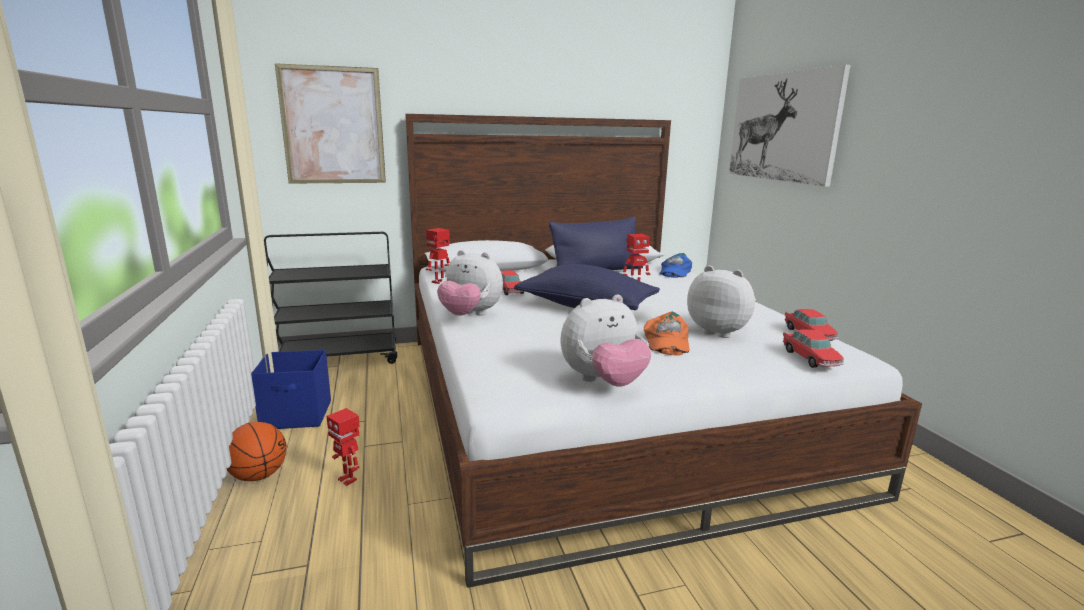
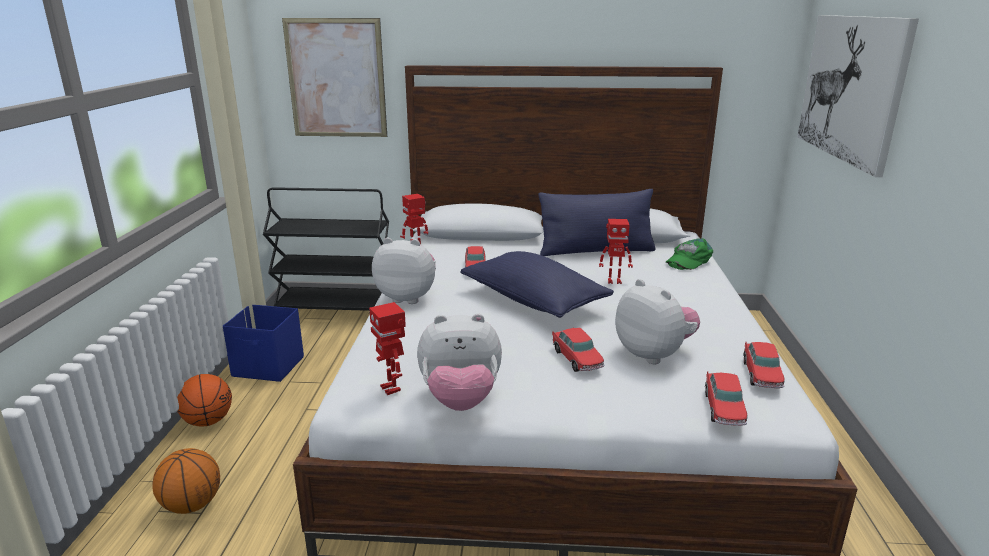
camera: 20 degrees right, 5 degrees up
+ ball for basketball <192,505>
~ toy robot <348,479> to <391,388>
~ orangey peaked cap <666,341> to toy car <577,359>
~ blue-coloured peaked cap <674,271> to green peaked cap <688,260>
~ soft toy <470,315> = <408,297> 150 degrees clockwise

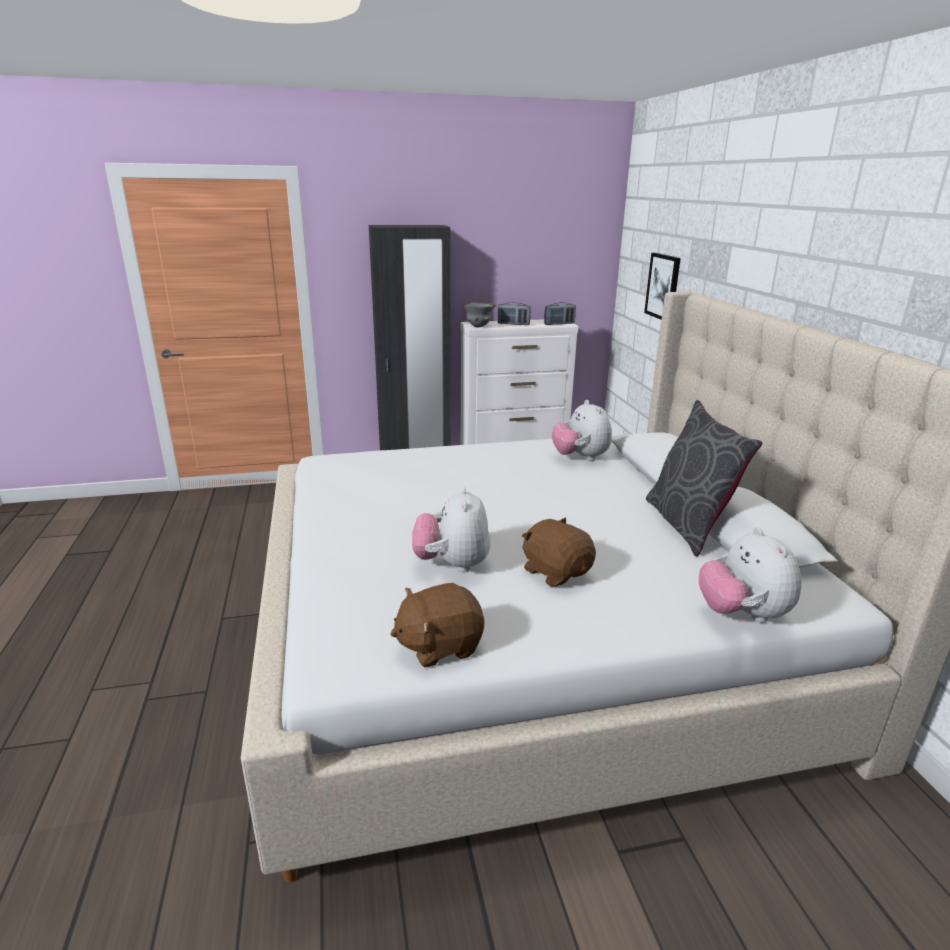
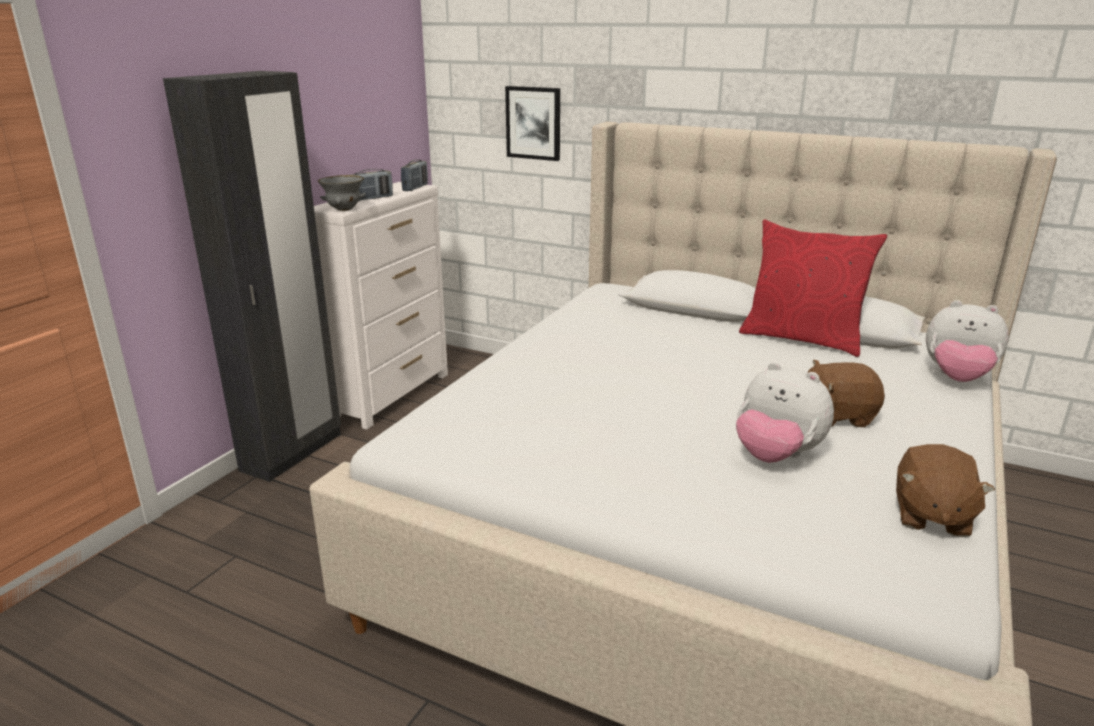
camera: 50 degrees left, 0 degrees up
- soft toy <580,457>
~ gray throw pillow <688,525> to red-coloured throw pillow <802,338>

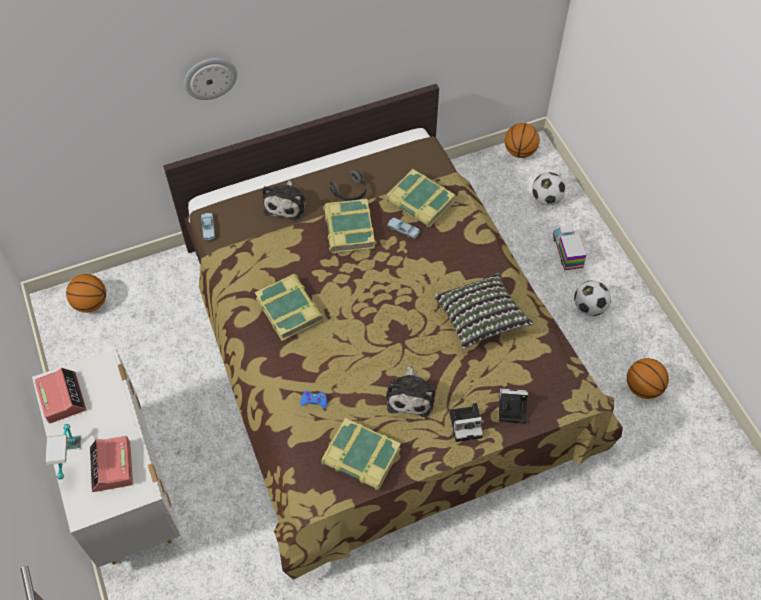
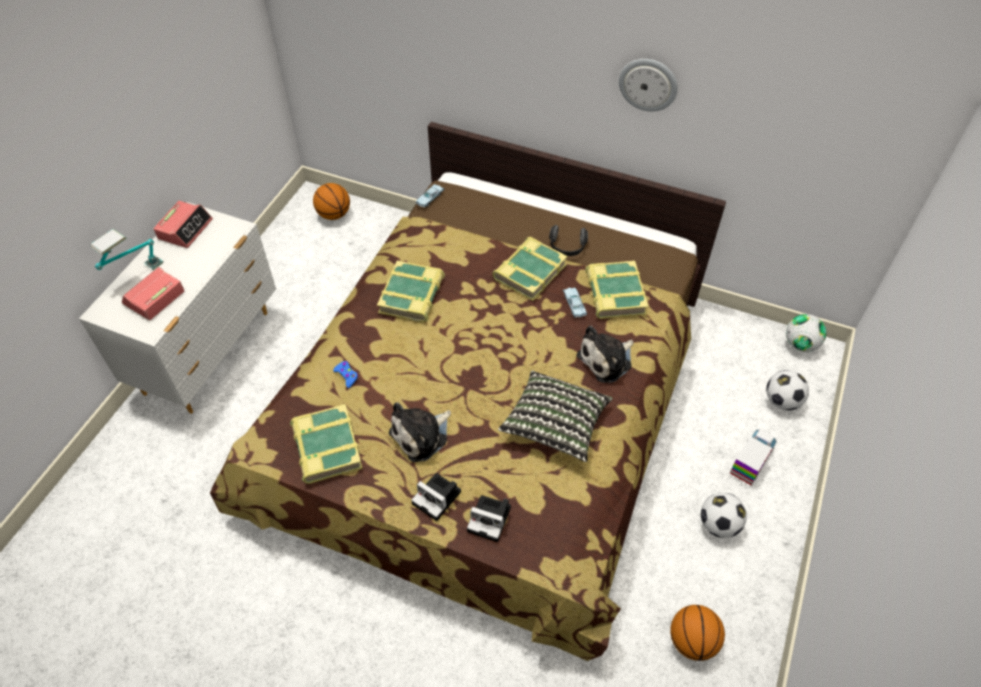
camera: 45 degrees right, 5 degrees down
~ wall clock <210,77> to <648,84>
~ soft toy <286,204> to <607,360>
~ ball for basketball <520,152> to football <800,344>
~ photo camera <510,408> = <491,519> 150 degrees clockwise

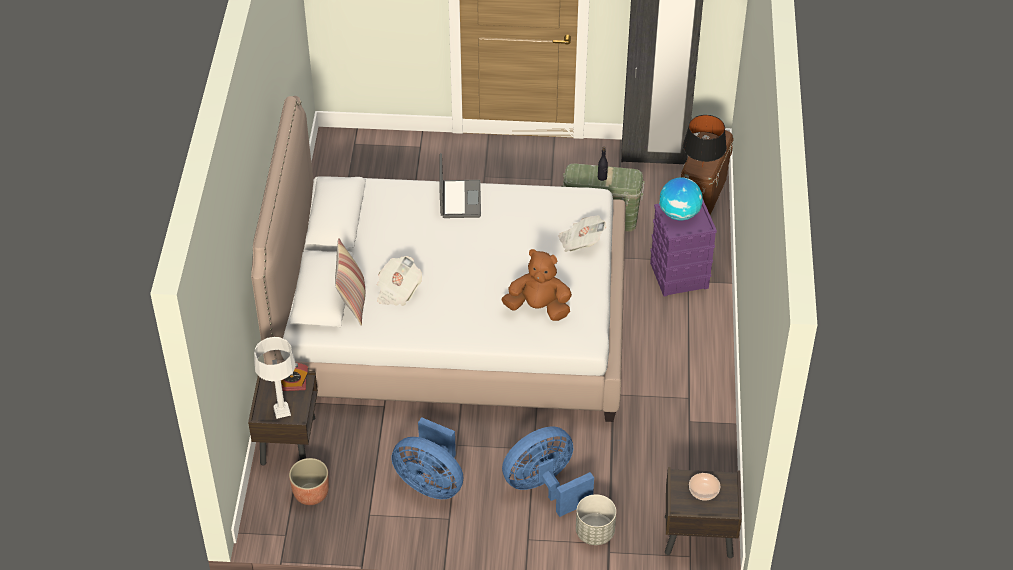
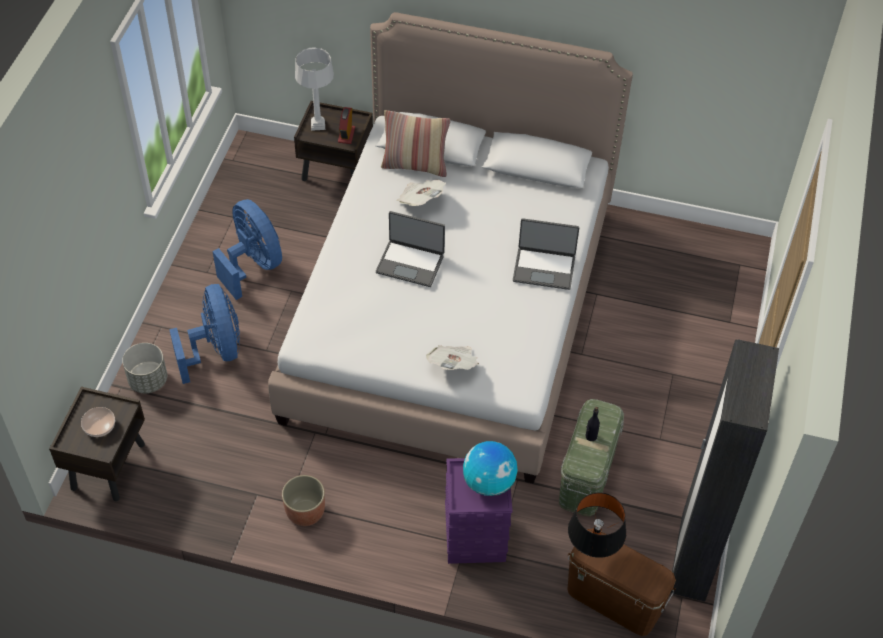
camera: 100 degrees right, 5 degrees up
- brown-coloured soft toy <538,308>
+ notebook computer <410,263>
~ planter <311,494> to <305,512>
~ blue-coloured cooling fan <431,482> = <253,265> 105 degrees clockwise

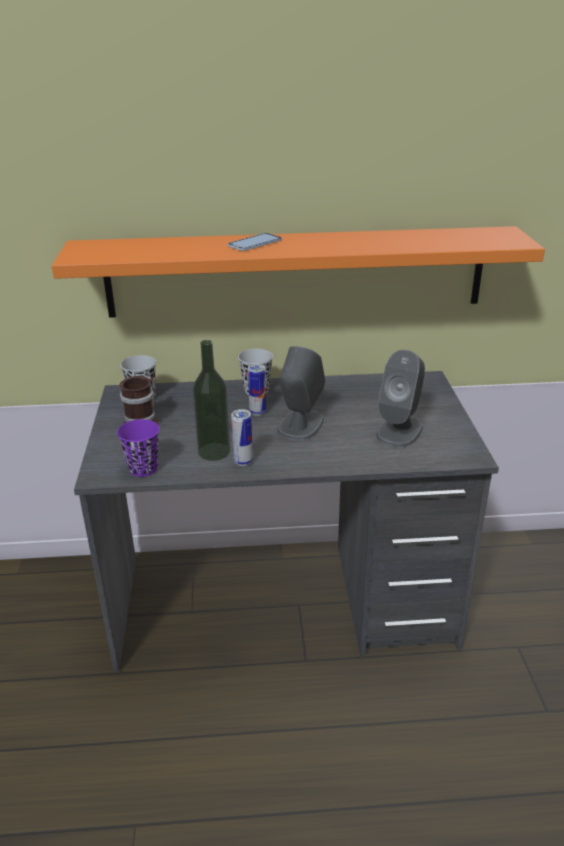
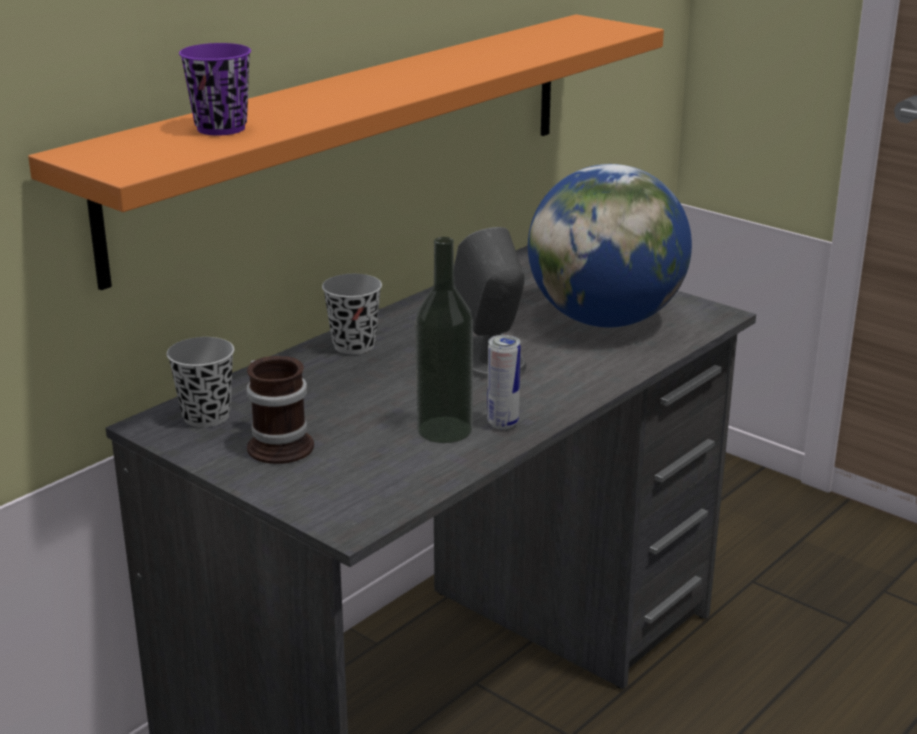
camera: 45 degrees left, 5 degrees down
- handset <255,243>
- sealed can <258,412>
~ purple drinking cup <143,468> to <221,128>
~ gray loudspeaker <399,431> to globe <605,320>

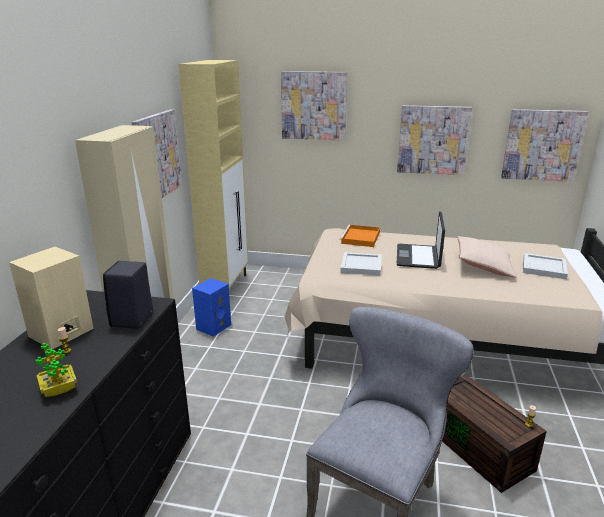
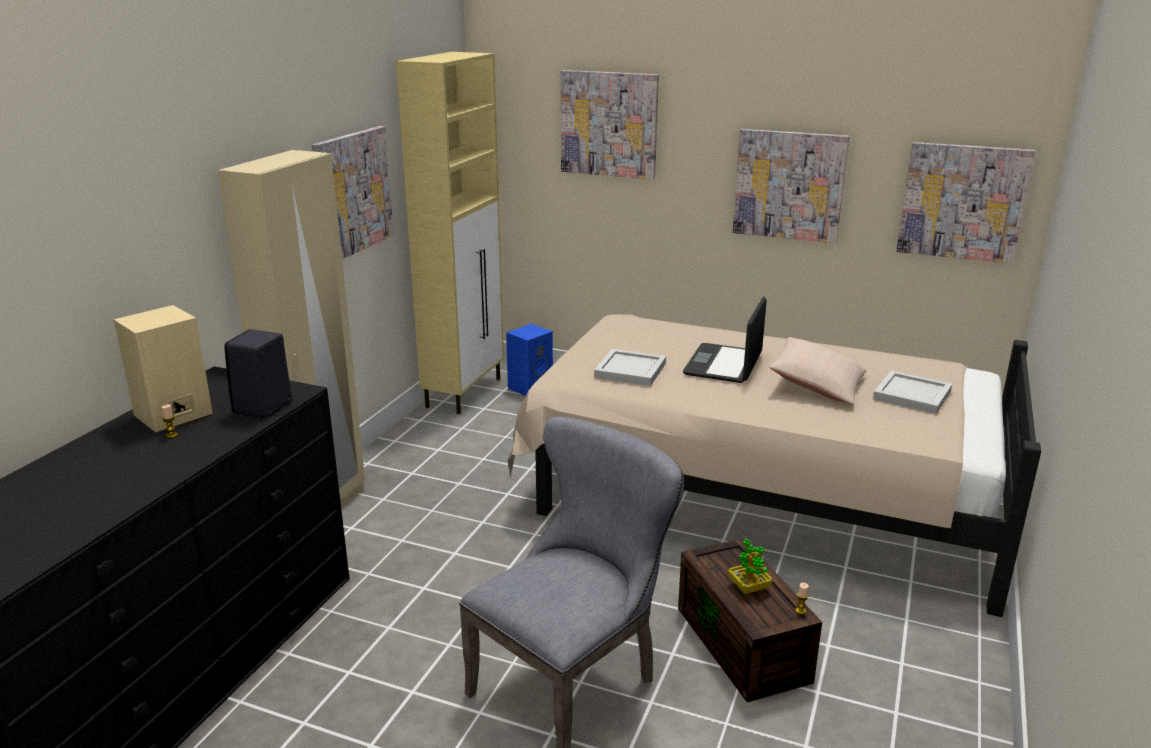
camera: 10 degrees right, 0 degrees up
- orangey carrying tray <360,238>
~ houseplant <59,390> to <748,588>
~ blue-coloured loudspeaker <214,326> to <530,387>

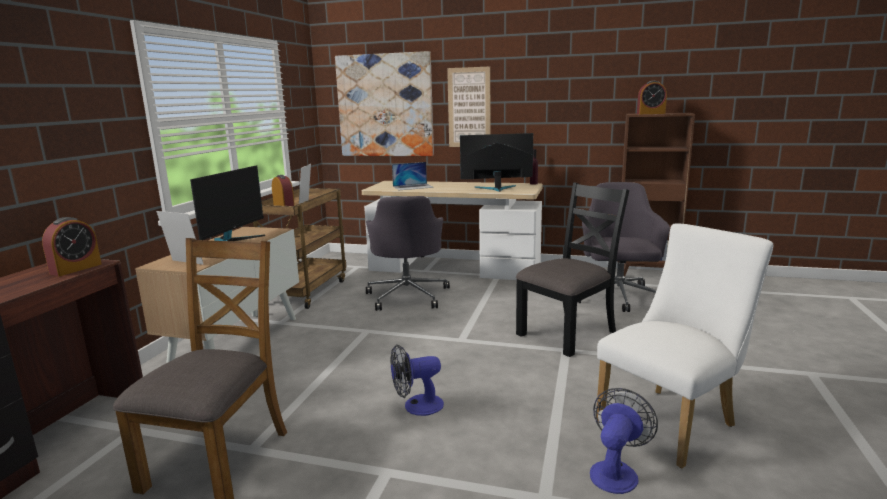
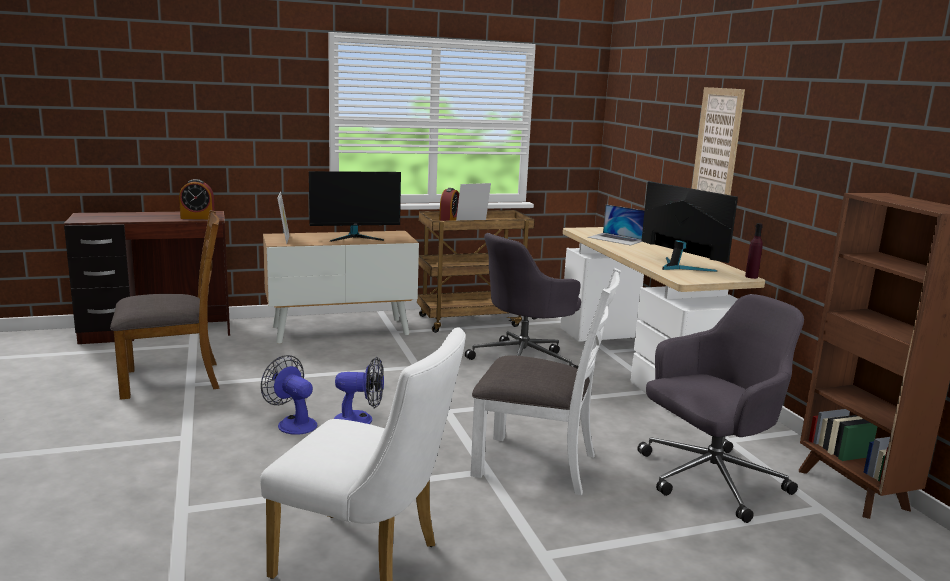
camera: 55 degrees right, 0 degrees up
- picture <385,105>
- bedside clock <650,113>
~ cooling fan <616,471> to <360,420>
~ blackish plain chair <568,333> to white-coloured plain chair <536,464>

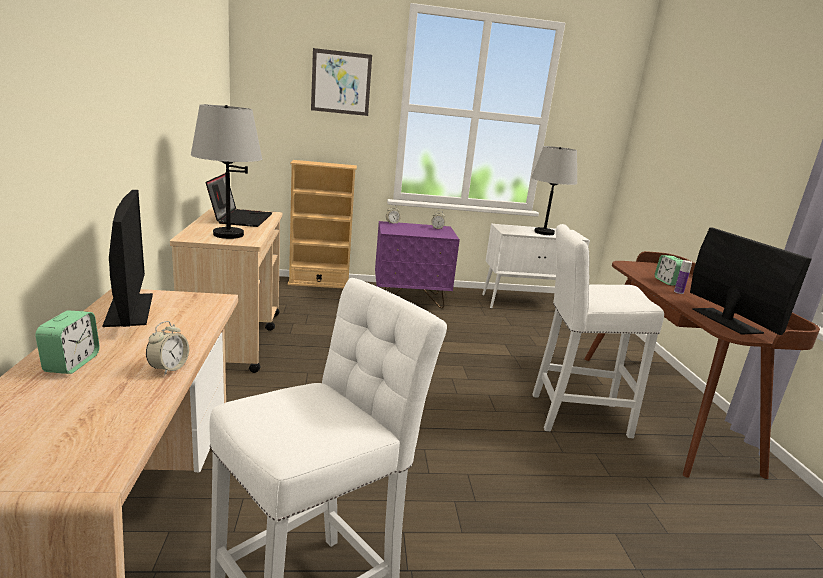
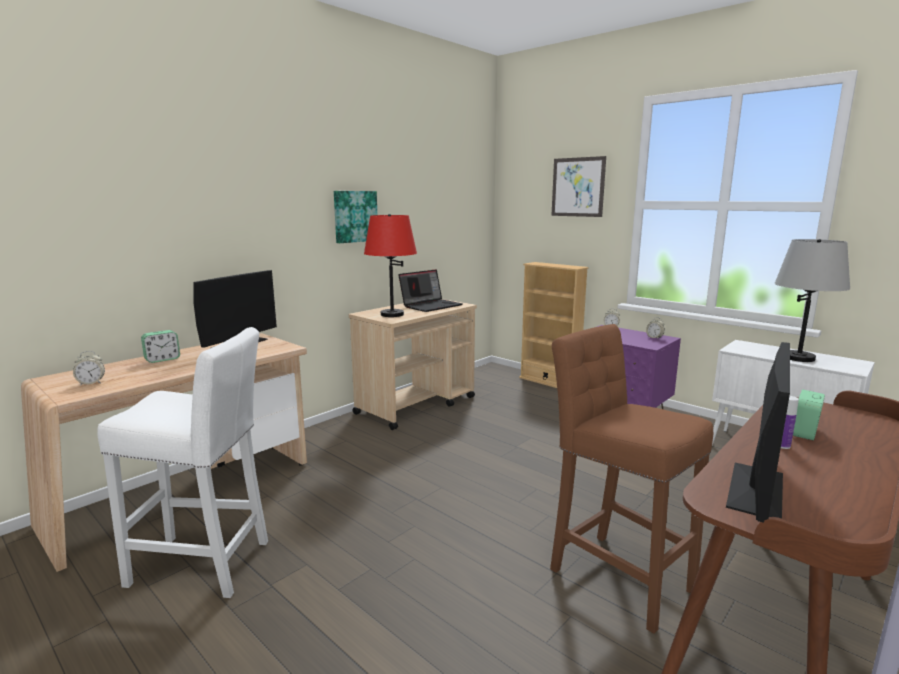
camera: 50 degrees right, 5 degrees down
+ picture <355,216>
~ bedside clock <169,368> to <91,383>
~ gray table lamp <228,235> to red-coloured table lamp <391,314>
~ white-coloured stool seat <574,415> to brown-coloured stool seat <615,575>

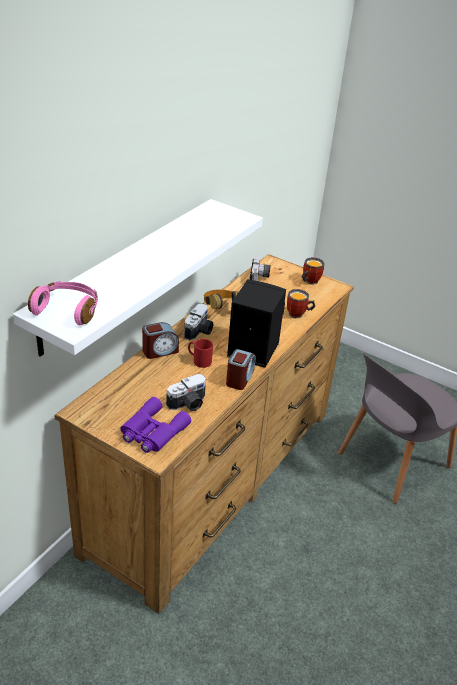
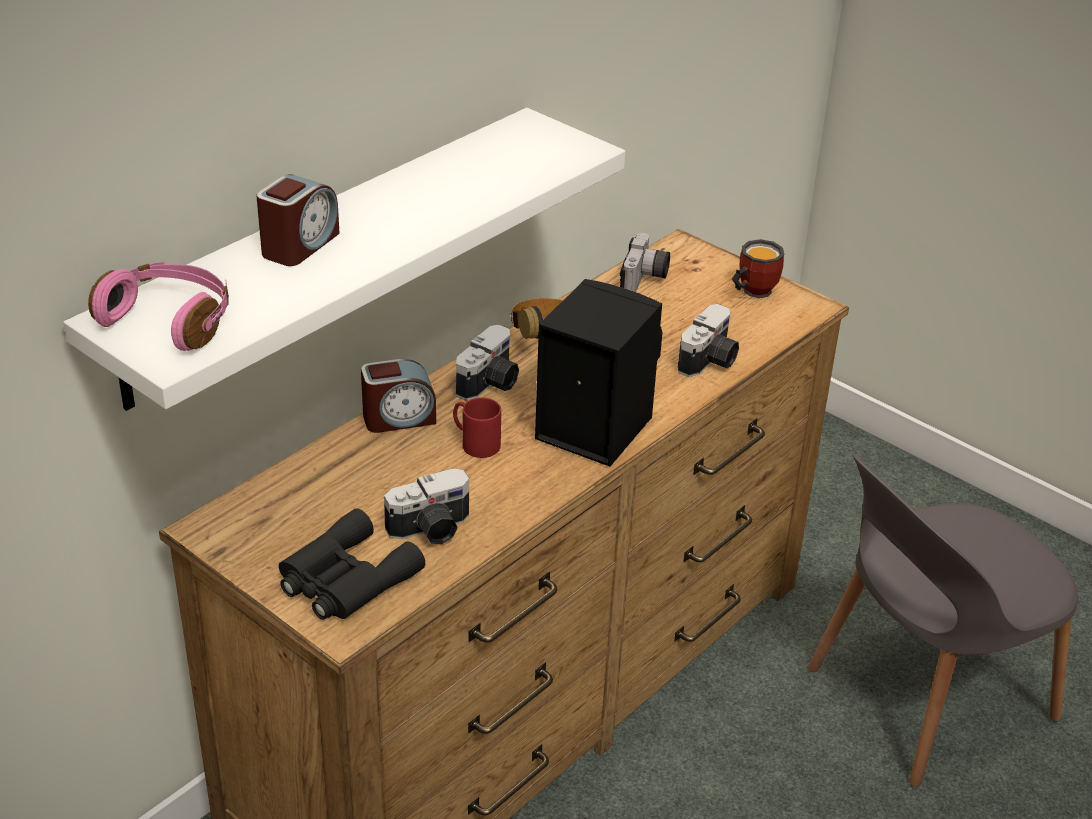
camera: 10 degrees right, 0 degrees up
~ bedside clock <239,378> to <299,245>
~ mug <298,315> to photo camera <710,361>
~ purple field glasses <152,432> to blackish field glasses <344,579>

